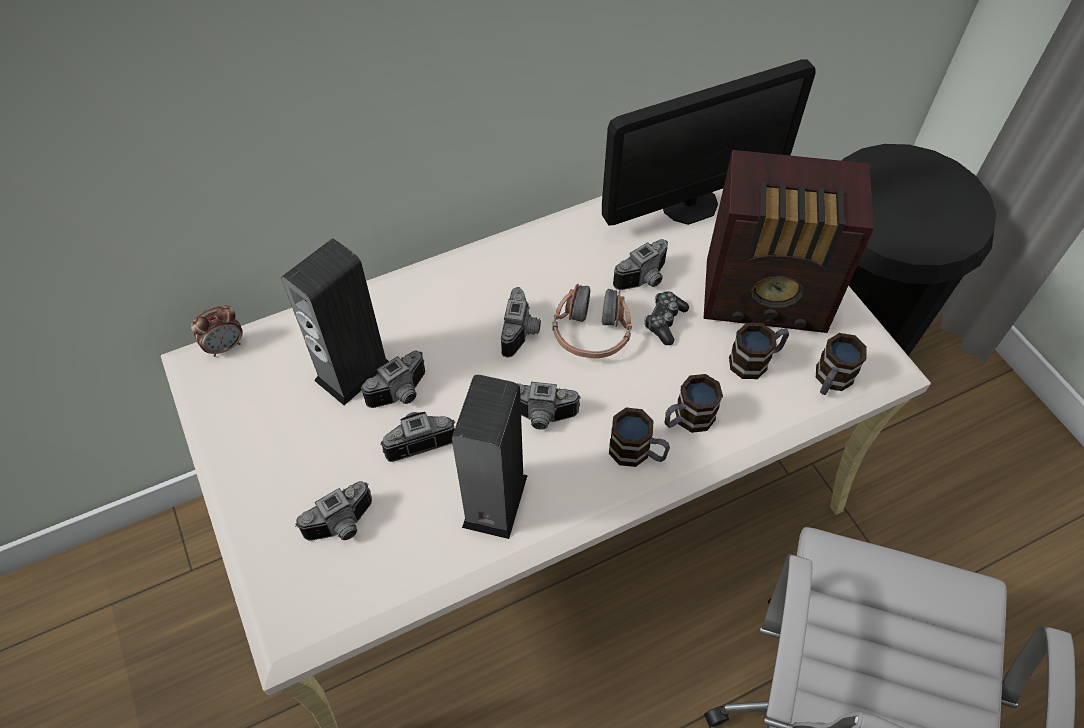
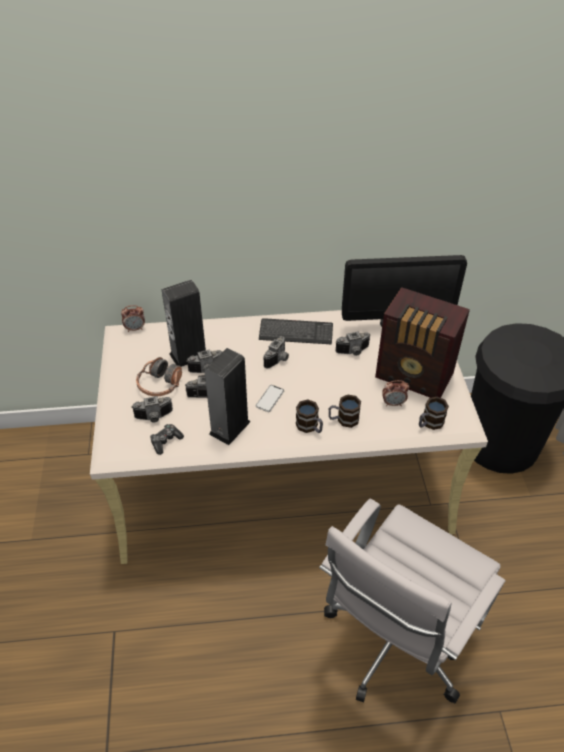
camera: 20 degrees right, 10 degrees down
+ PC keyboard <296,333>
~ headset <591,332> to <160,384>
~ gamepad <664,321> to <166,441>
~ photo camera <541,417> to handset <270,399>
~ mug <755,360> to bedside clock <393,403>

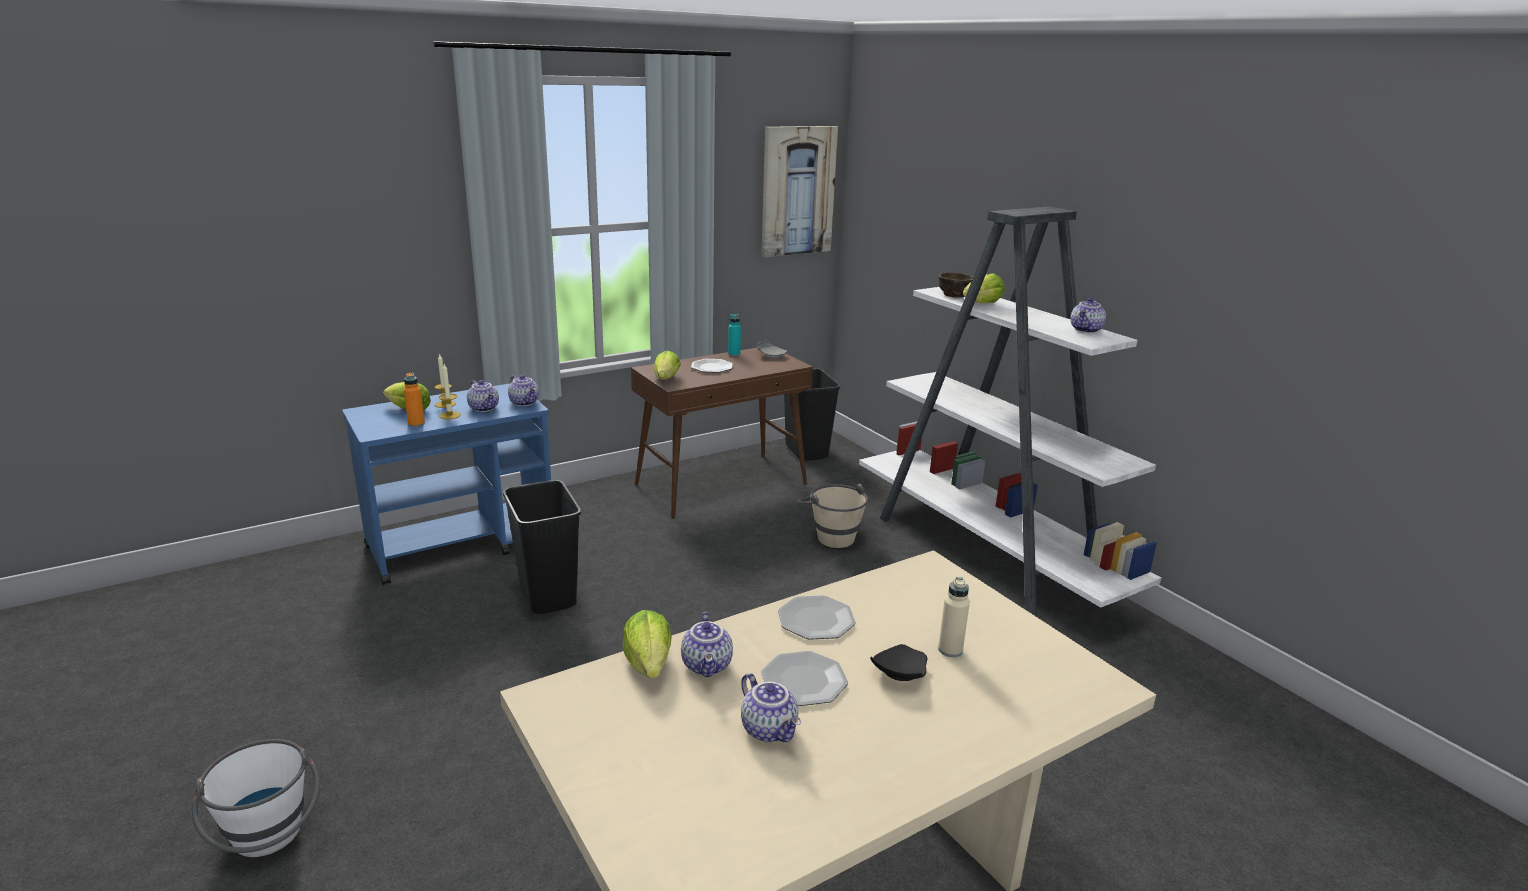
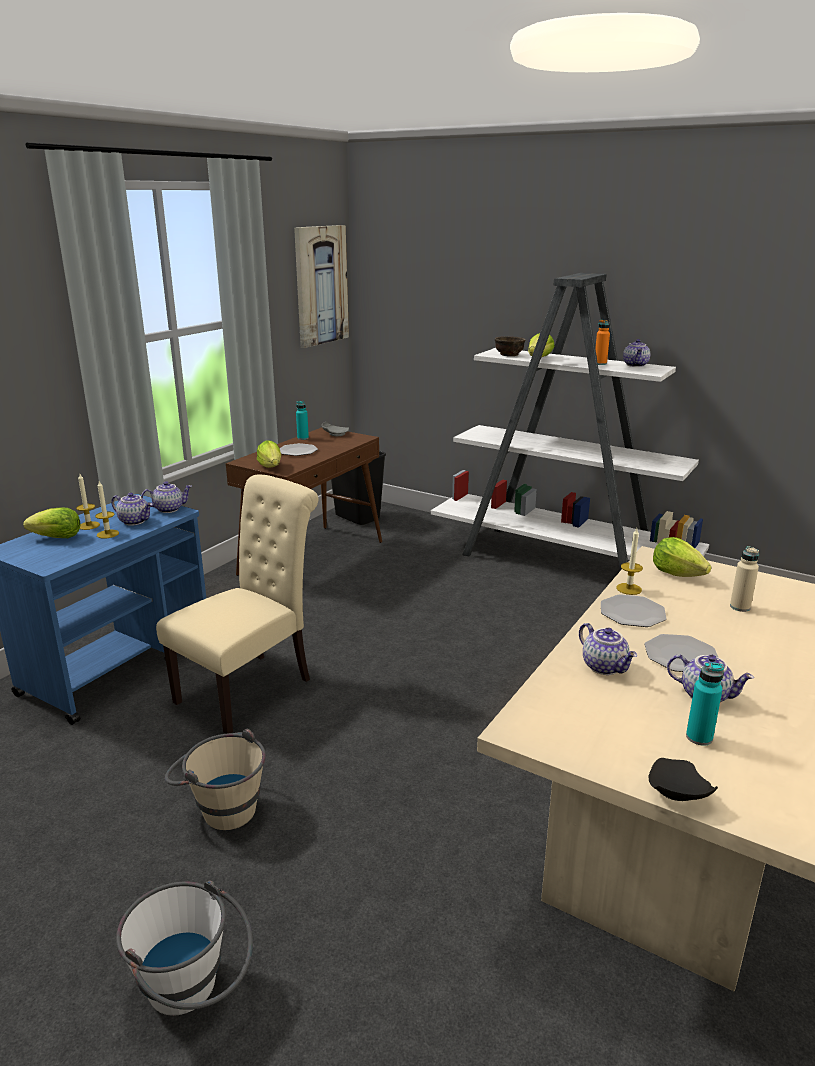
camera: 25 degrees left, 0 degrees up
+ wax light <629,589>
+ turquoise-coloured drink bottle <699,737>
~ orangey drink bottle <416,424> to <600,363>
~ lettuce head <649,664> to <677,574>
~ sand-coloured water bucket <830,535> to <221,807>
~ blackish flat dish <898,673> to <676,792>
~ blackish trash can <549,596> to sand-coloured plain chair <251,687>
~ tea pot <525,402> = <169,509> 45 degrees counterclockwise

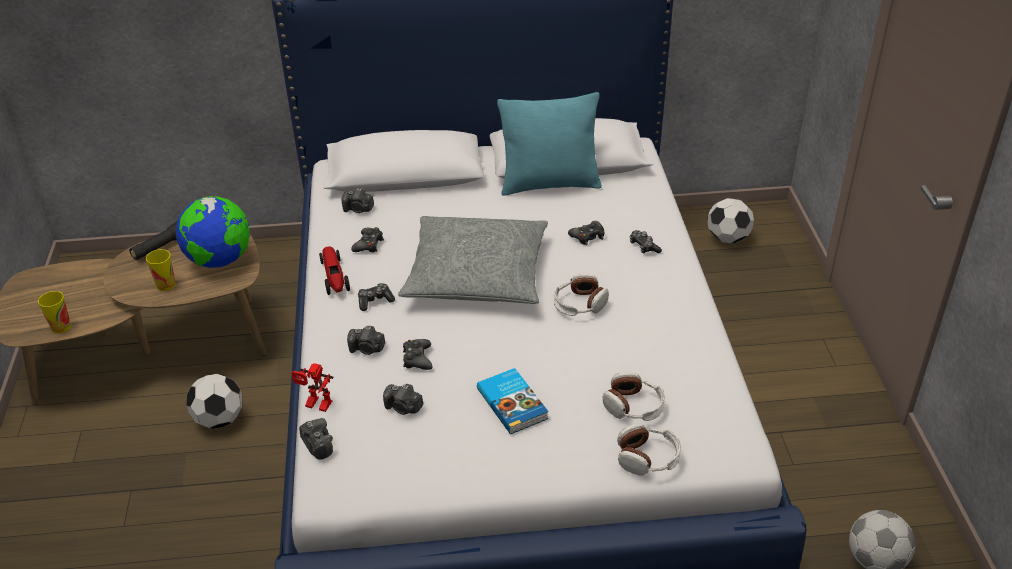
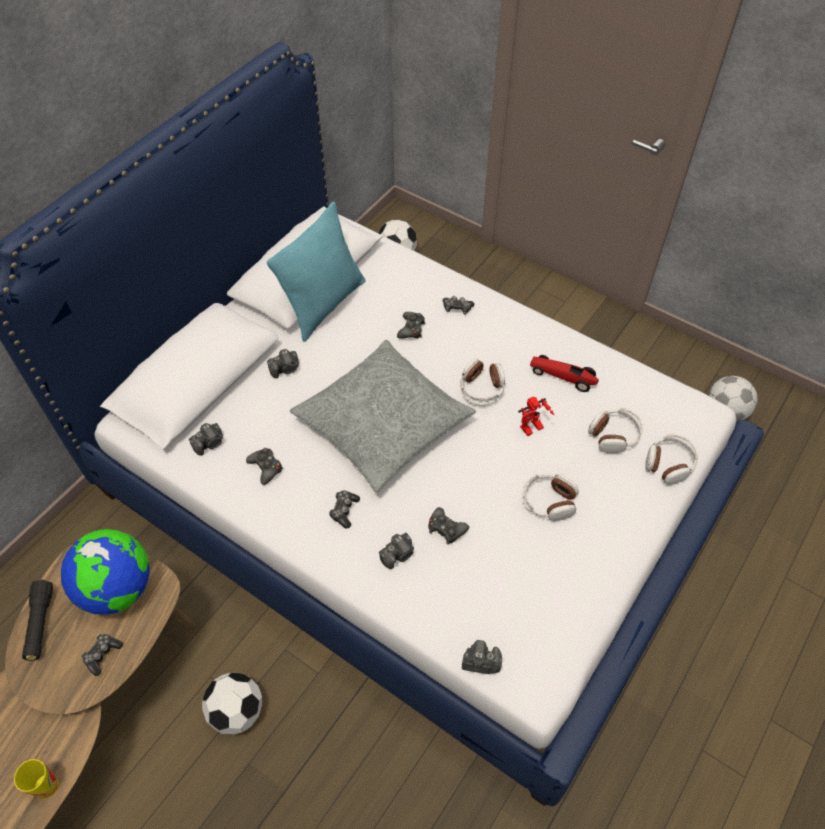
camera: 50 degrees left, 15 degrees up
~ toy robot <315,405> to <532,430>
~ toy car <334,277> to <563,376>
~ photo camera <403,408> to <285,369>
~ drinking cup <166,285> to gamepad <102,655>
~ book <513,403> to headset <548,501>

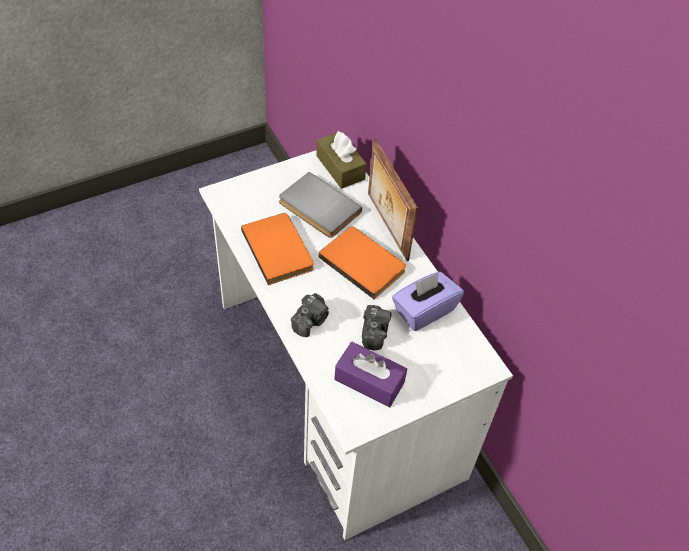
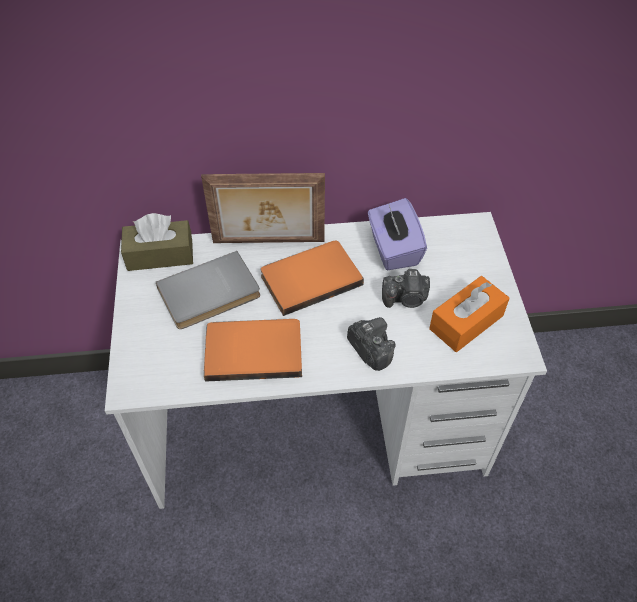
camera: 65 degrees left, 0 degrees up
~ purple box of tissues <369,381> to orangey box of tissues <466,322>
~ photo camera <374,332> = <406,299> 150 degrees clockwise

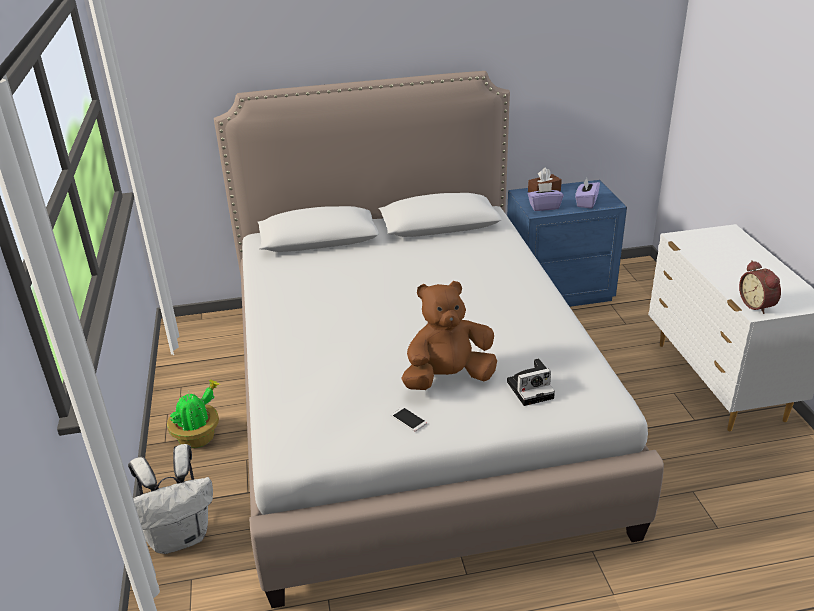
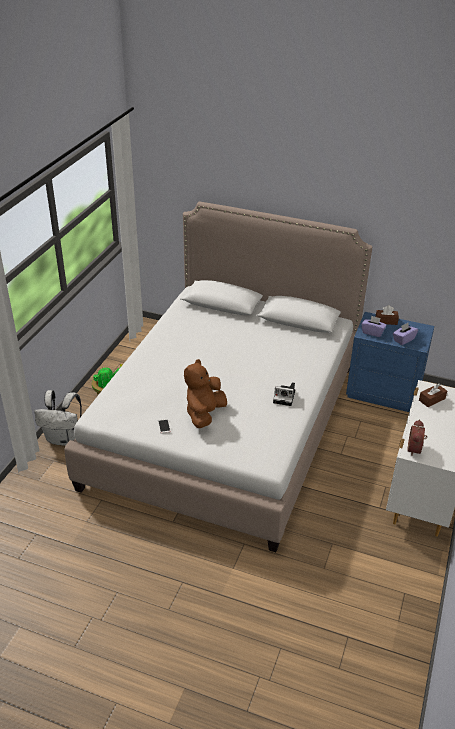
camera: 30 degrees right, 5 degrees up
+ brown-coloured box of tissues <432,399>
~ photo camera <531,389> to <285,397>
~ brown-coloured soft toy <448,378> = <204,414> 75 degrees counterclockwise

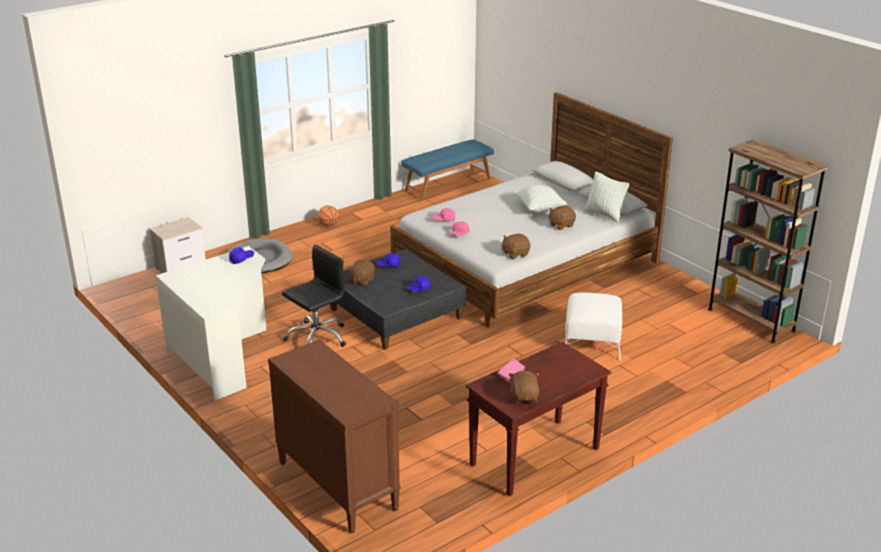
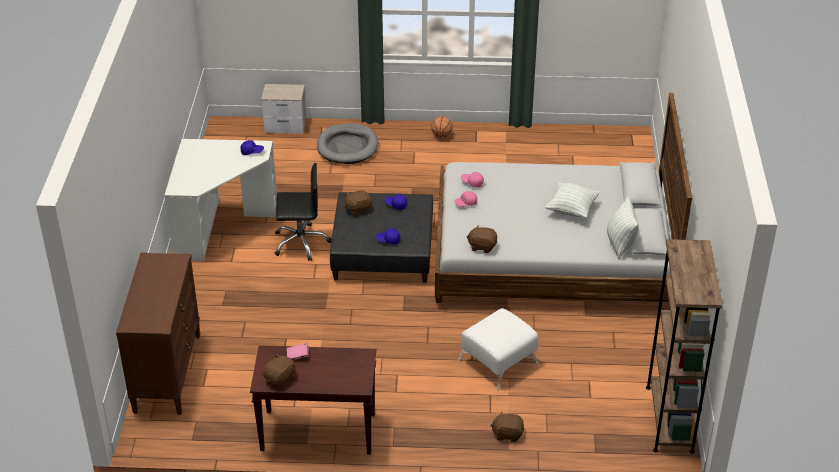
camera: 40 degrees right, 10 degrees up
- blue-coloured indoor bench <447,184>
~ brown-coloured soft toy <561,225> to <507,434>

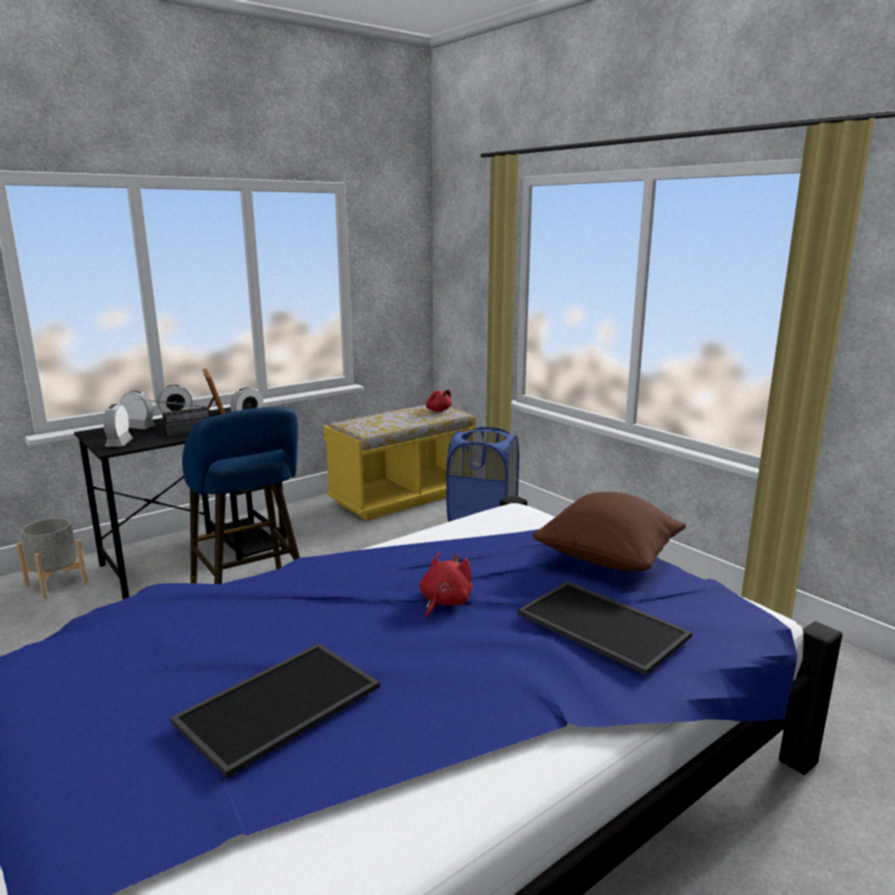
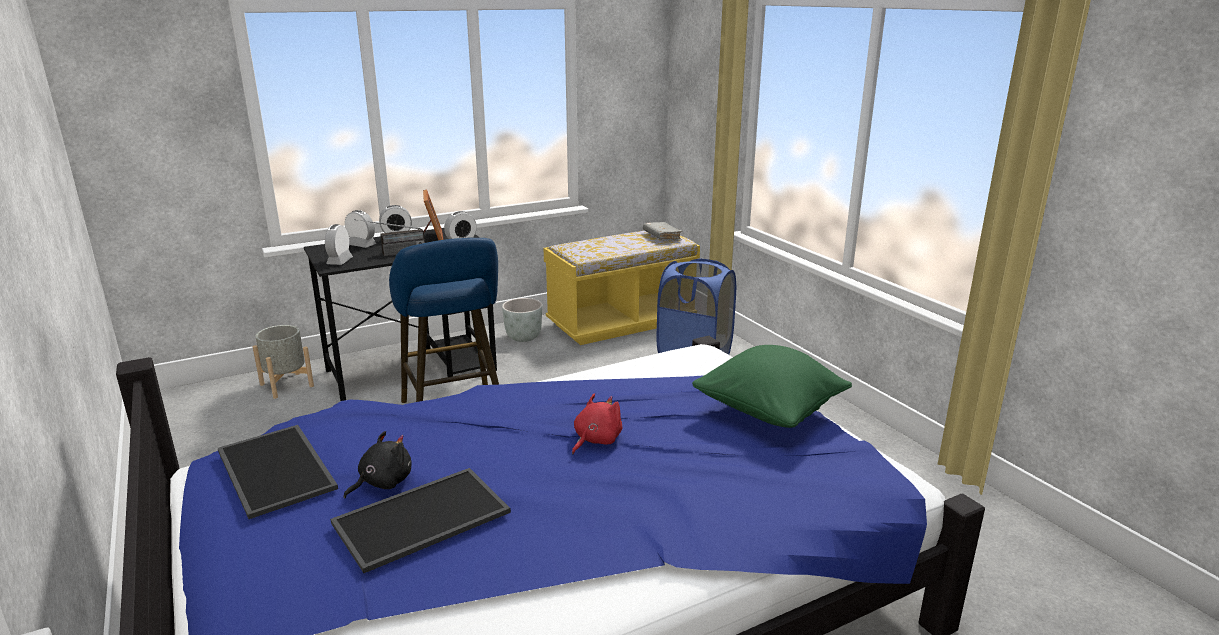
camera: 10 degrees right, 5 degrees up
+ blackish soft toy <382,483>
+ gray planter <523,337>
~ carrying tray <605,625> to <278,469>
~ red-coloured soft toy <438,410> to gray book <662,237>
~ brown-coloured throw pillow <607,561> to green throw pillow <769,413>

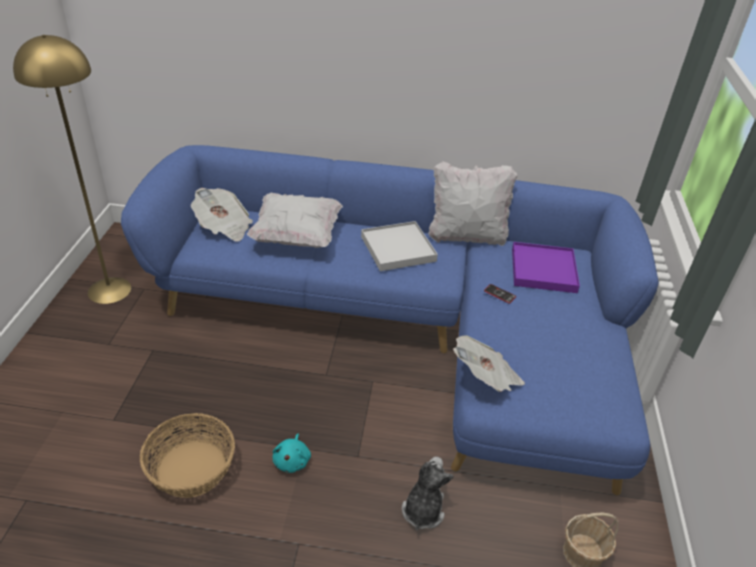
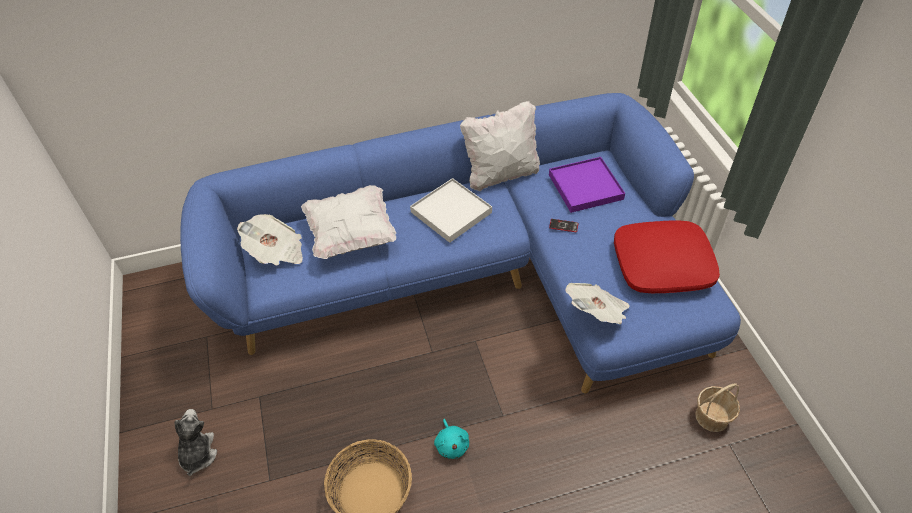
camera: 20 degrees left, 10 degrees up
- yellowish floor lamp <109,290>
+ red-coloured throw pillow <662,264>
~ soft toy <423,510> to <198,454>

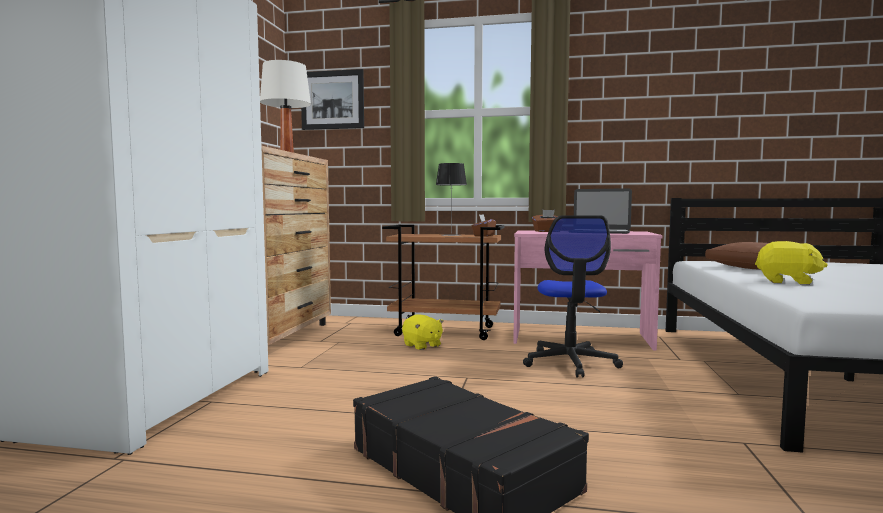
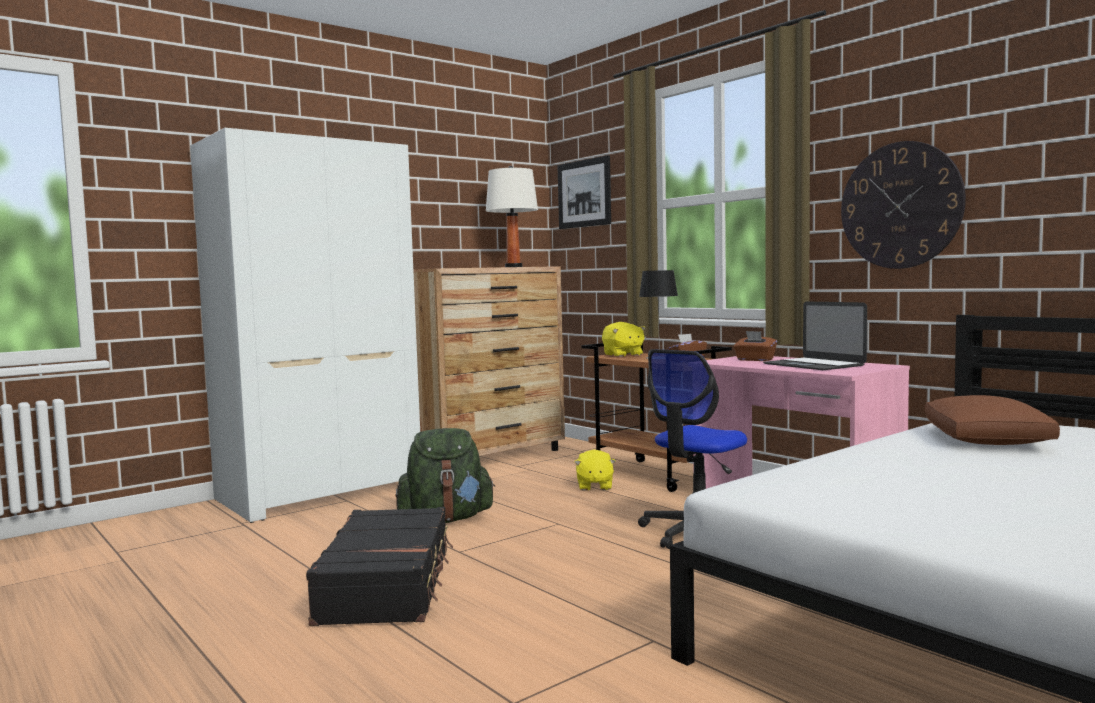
camera: 40 degrees right, 0 degrees up
+ green rucksack <446,519>
+ wall clock <900,205>
~ yellowish soft toy <787,282> to <623,355>

